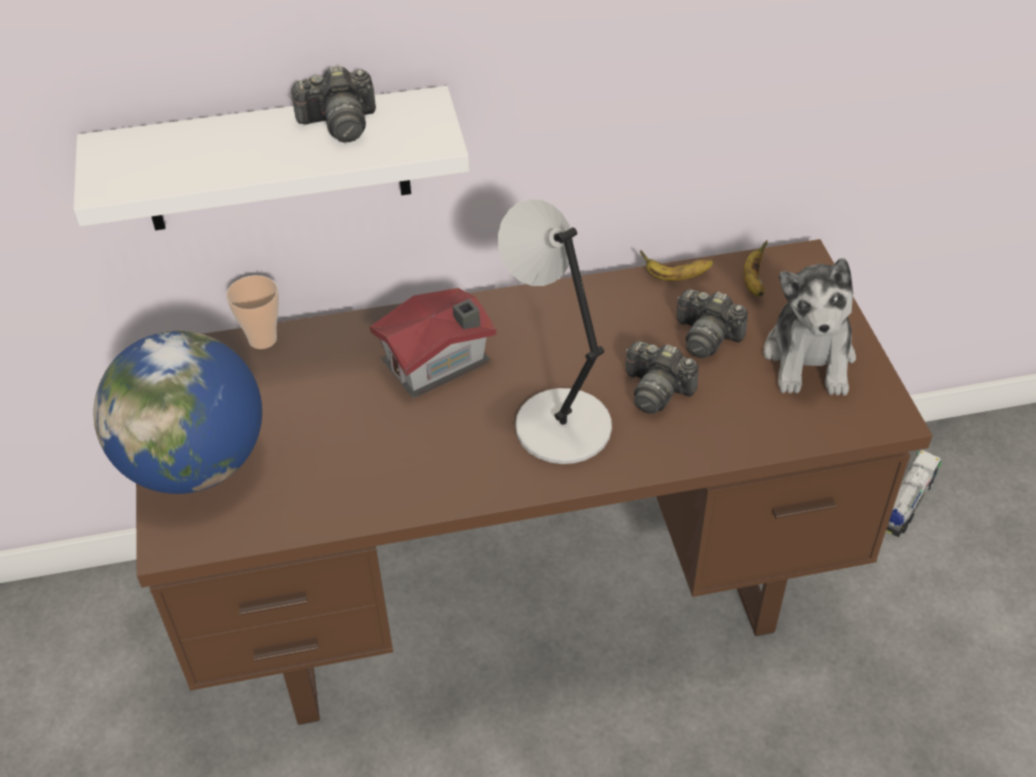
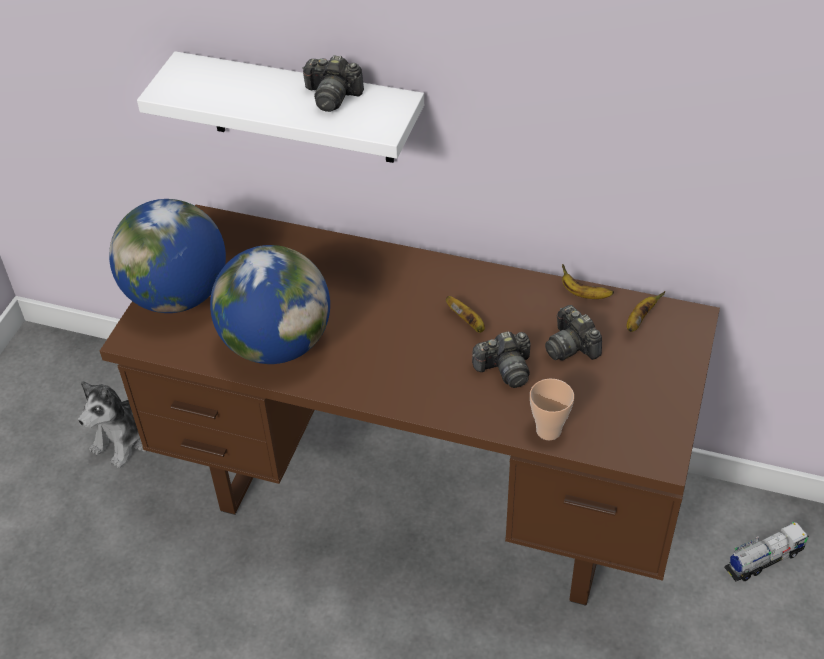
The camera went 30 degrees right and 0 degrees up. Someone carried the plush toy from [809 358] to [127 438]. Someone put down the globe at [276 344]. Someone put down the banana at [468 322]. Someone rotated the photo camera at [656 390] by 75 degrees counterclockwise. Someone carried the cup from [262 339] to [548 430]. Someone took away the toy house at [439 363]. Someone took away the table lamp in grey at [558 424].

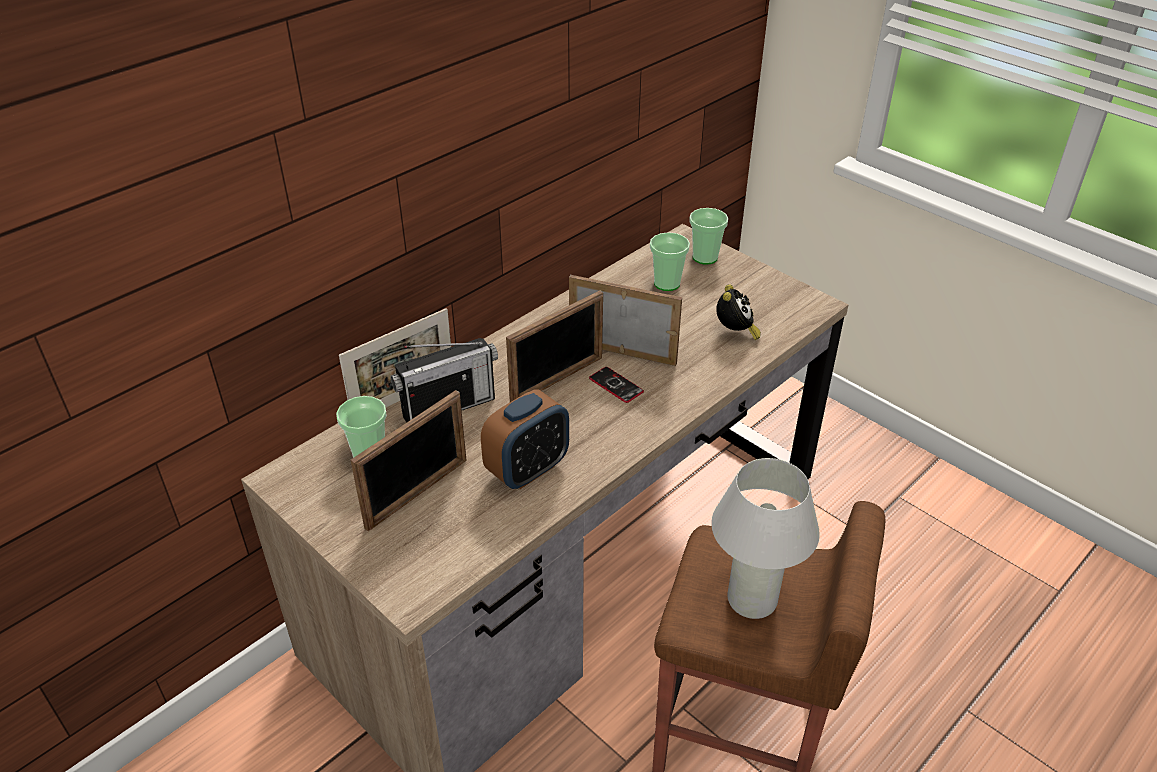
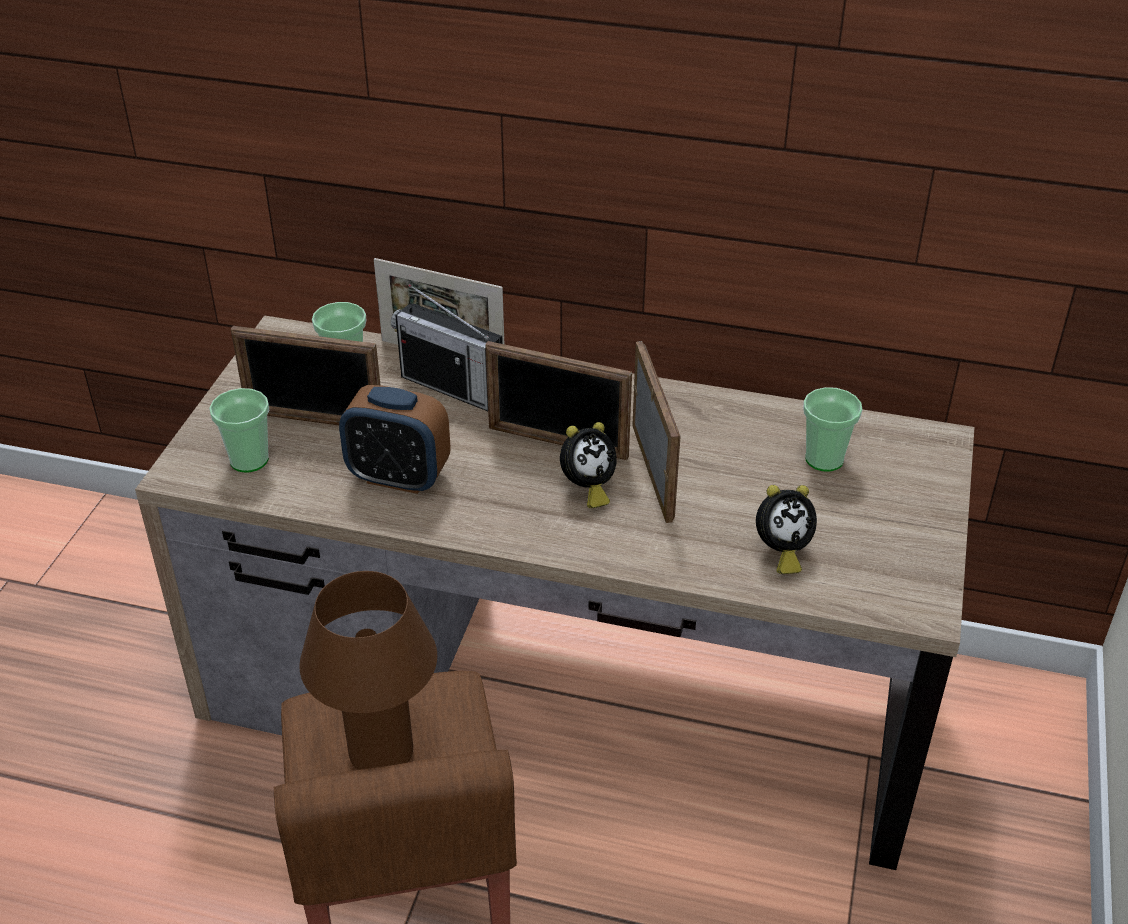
The camera went 60 degrees right and 0 degrees up. Someone carried the cup from [705 257] to [249 460]. Someone repainted the table lamp in white at [752 600], which became the table lamp in brown at [381 753]. Someone swapped the phone at [616 385] for the alarm clock at [587 489].

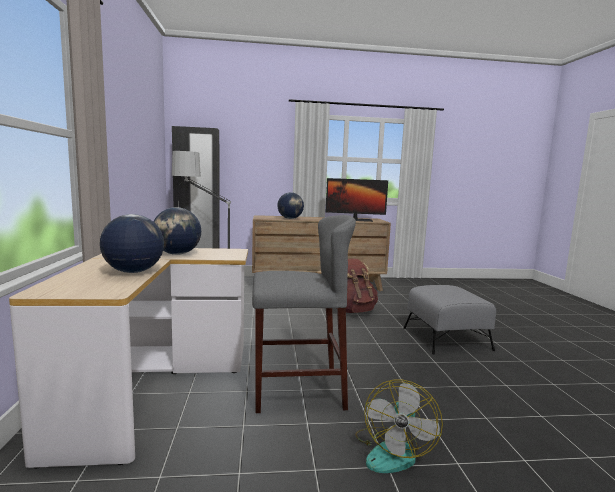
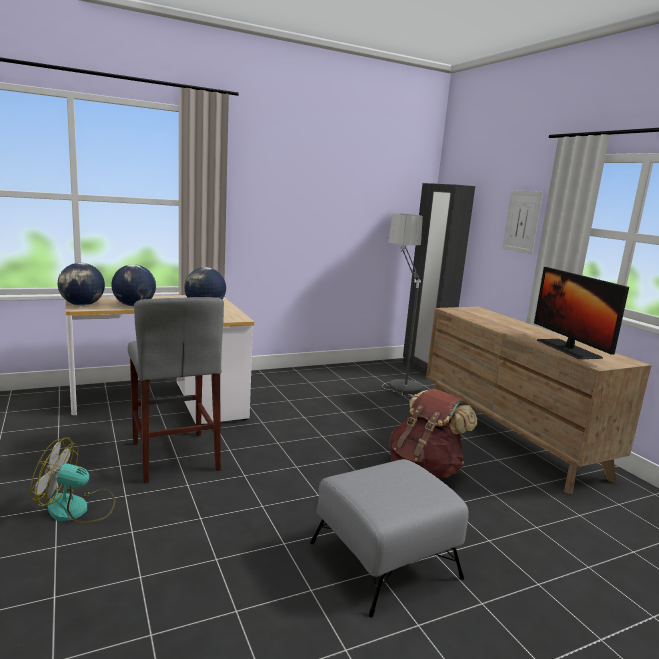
The camera went 70 degrees right and 5 degrees up. Someone carried the globe from [290 218] to [82 305]. Someone put up the picture at [522 221].

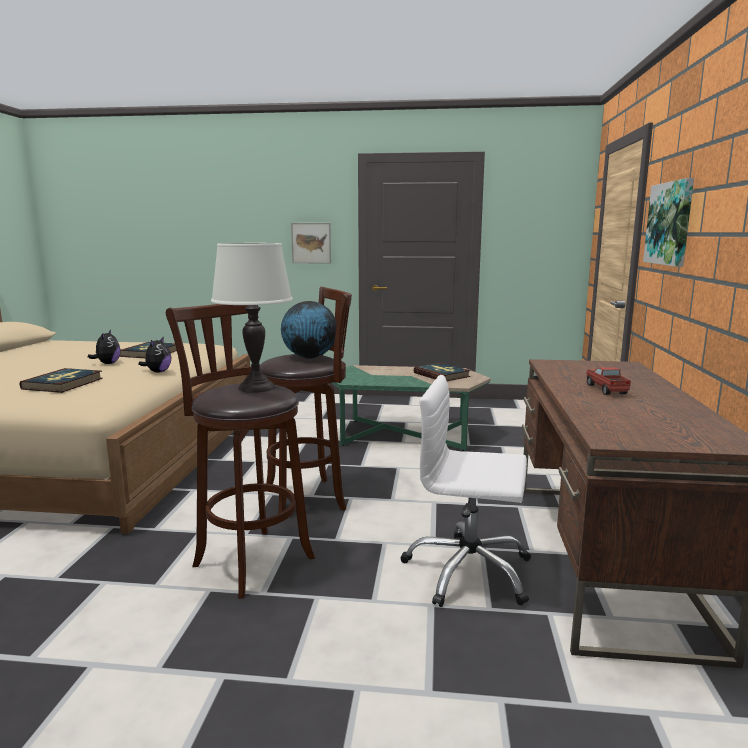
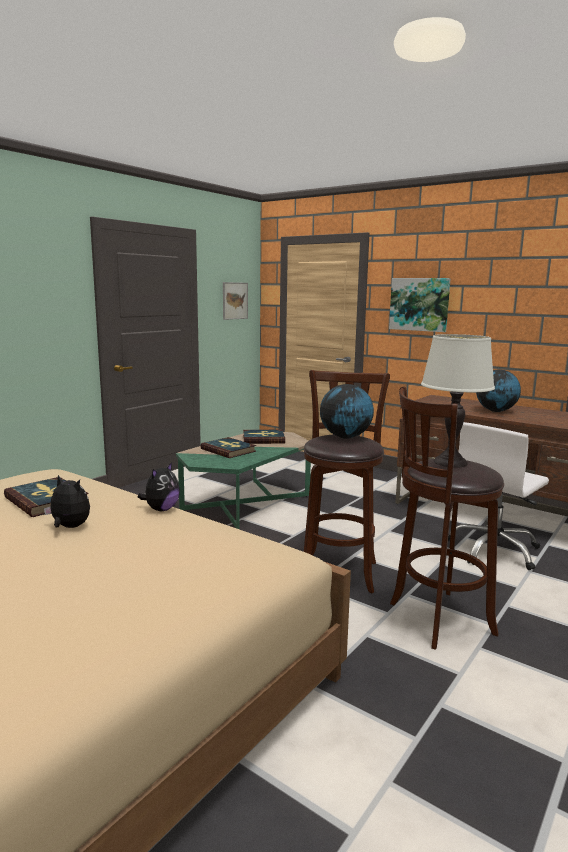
The camera went 60 degrees left and 0 degrees up. Someone rotated the plush toy at [158 372] by 75 degrees clockwise. Someone carried the book from [63 383] to [228 450]. Someone carried the picture from [311 243] to [235 300]. Someone swapped the toy truck at [606 390] for the globe at [496 411].

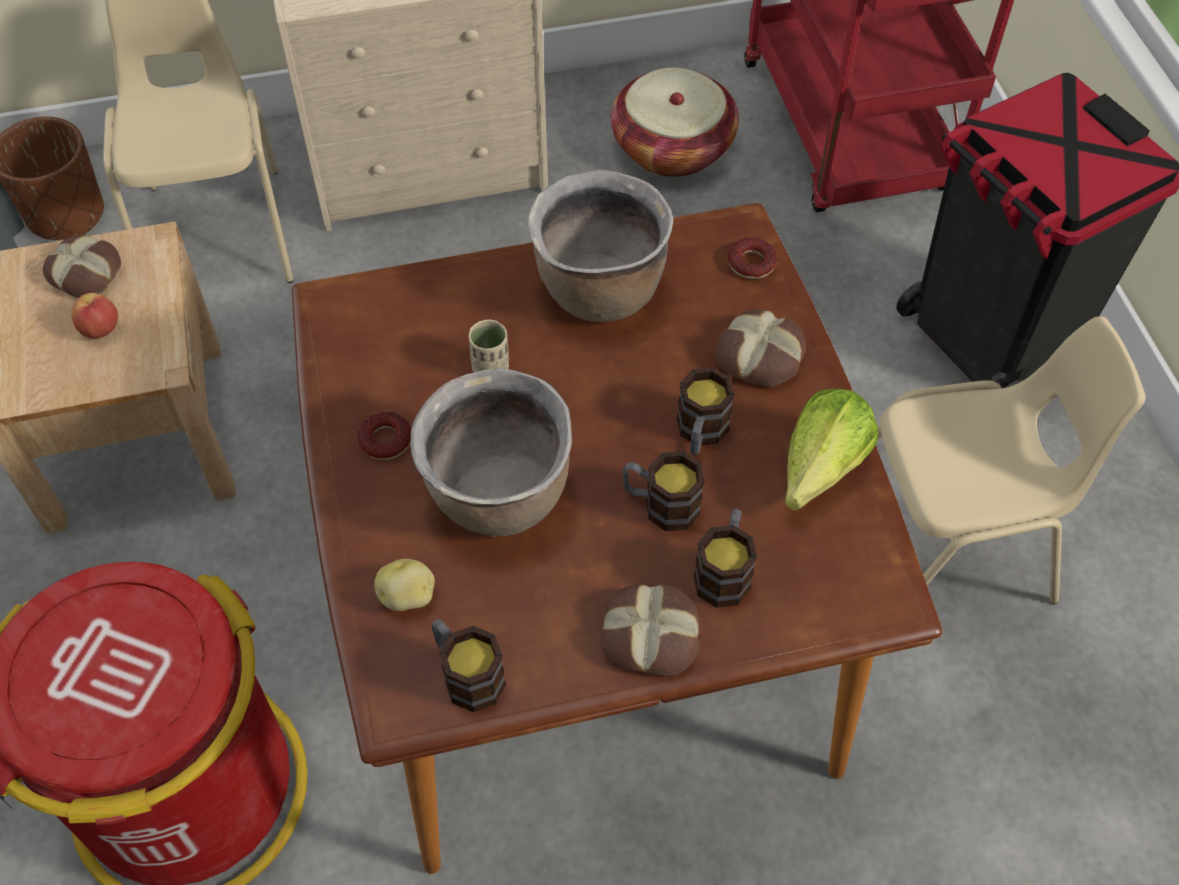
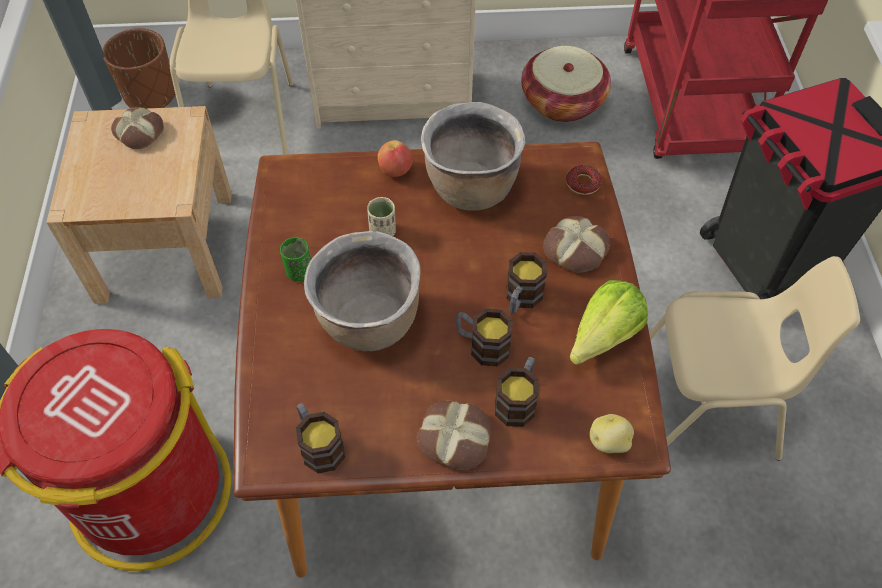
The camera went 10 degrees right and 0 degrees up. Someone swapped the donut at [386 440] for the cup in green at [299 272]. Someone carried the apple from [101 329] to [395 170]. Someone carried the potato from [408 597] to [609 442].

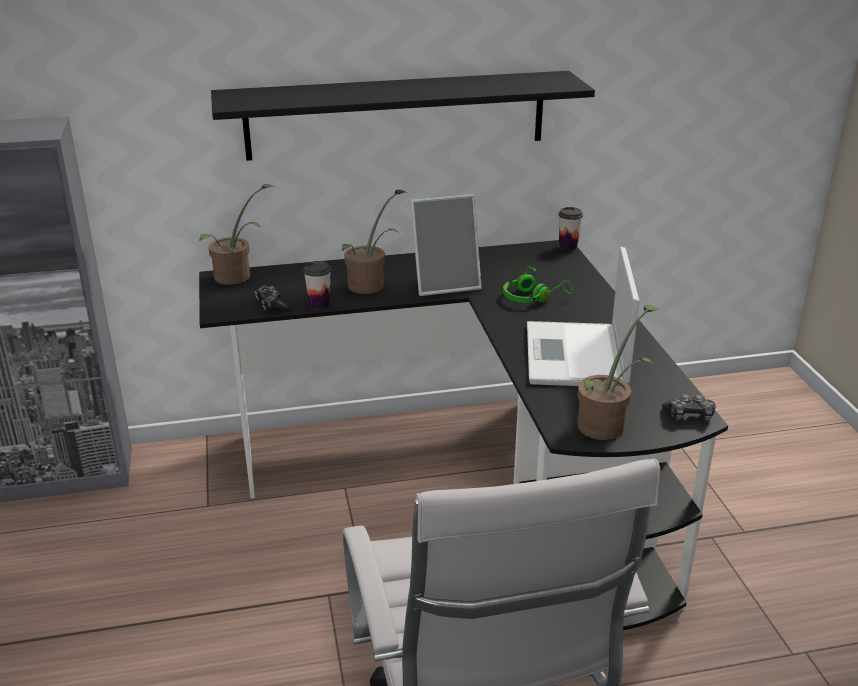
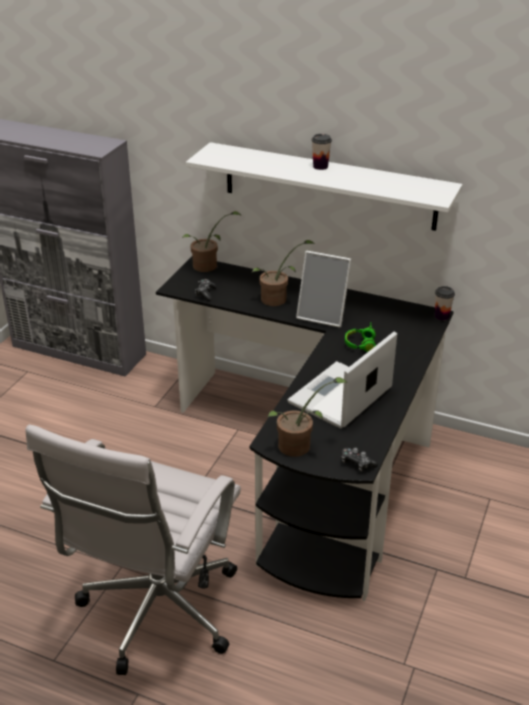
The camera went 35 degrees right and 5 degrees up. Someone repainted the shelf in black at [396 115], which became the shelf in white at [329 186]. Someone carried the cup from [319 304] to [320 166].

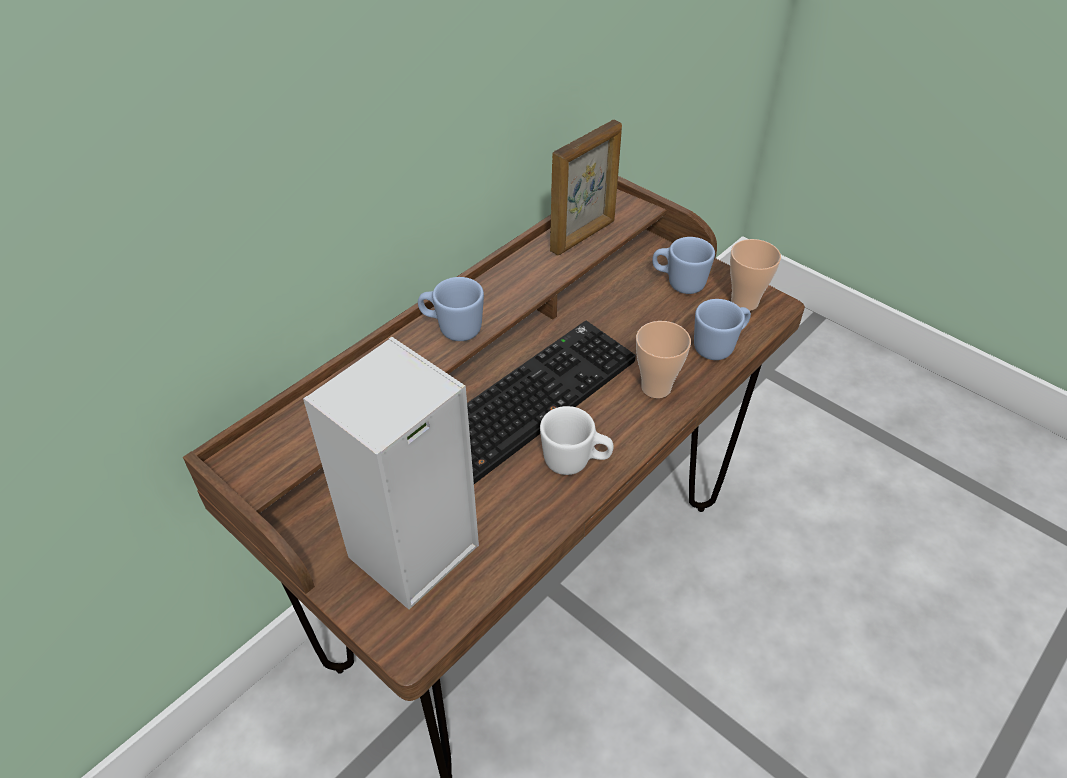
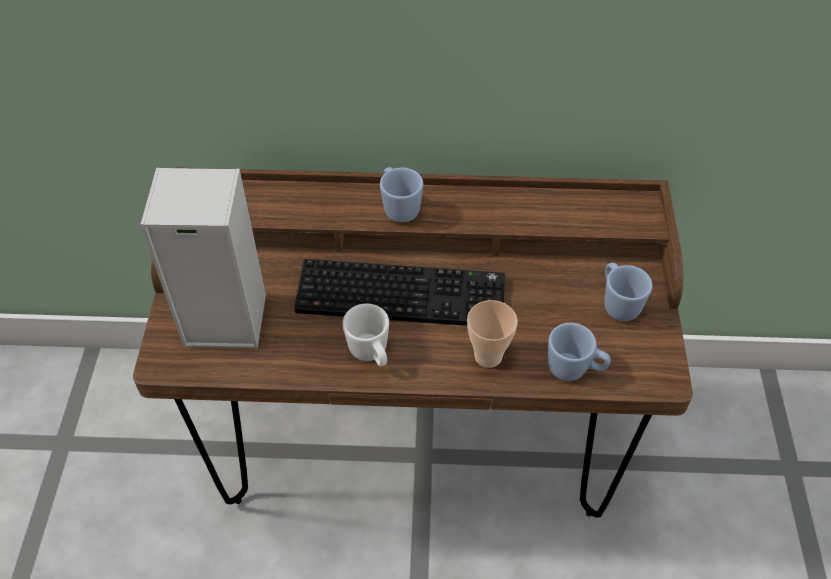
The camera went 50 degrees right and 5 degrees up. Someone took away the picture frame at [583 236]. Someone took away the cup at [744 302].

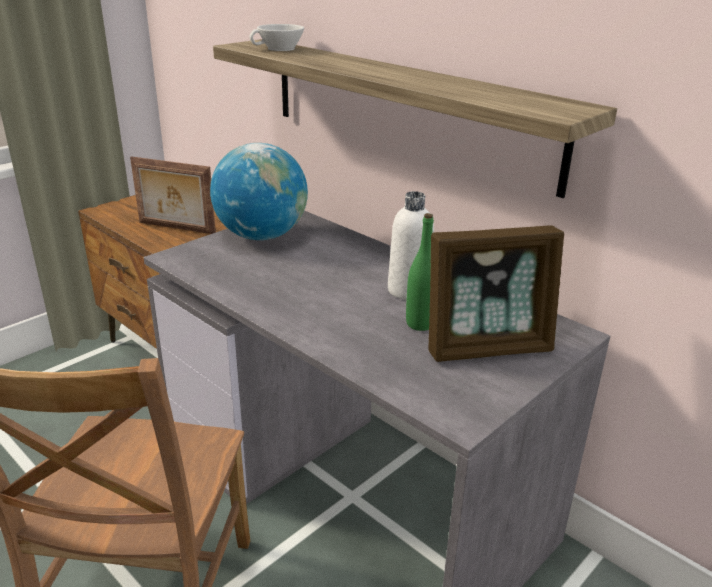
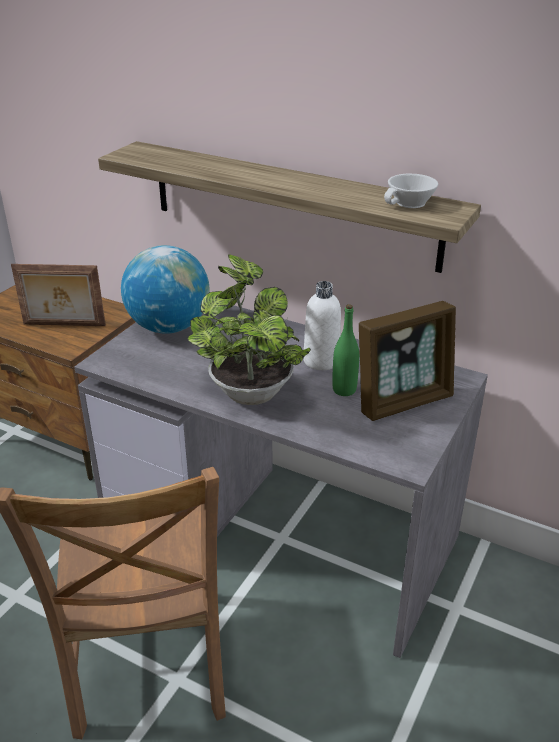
The camera went 15 degrees left and 5 degrees up. Someone put down the potted plant at [249 389]. Someone carried the cup in white from [280 49] to [410 203].

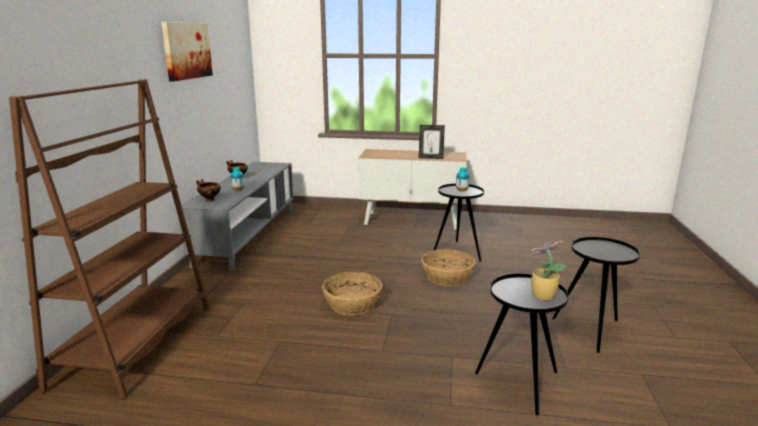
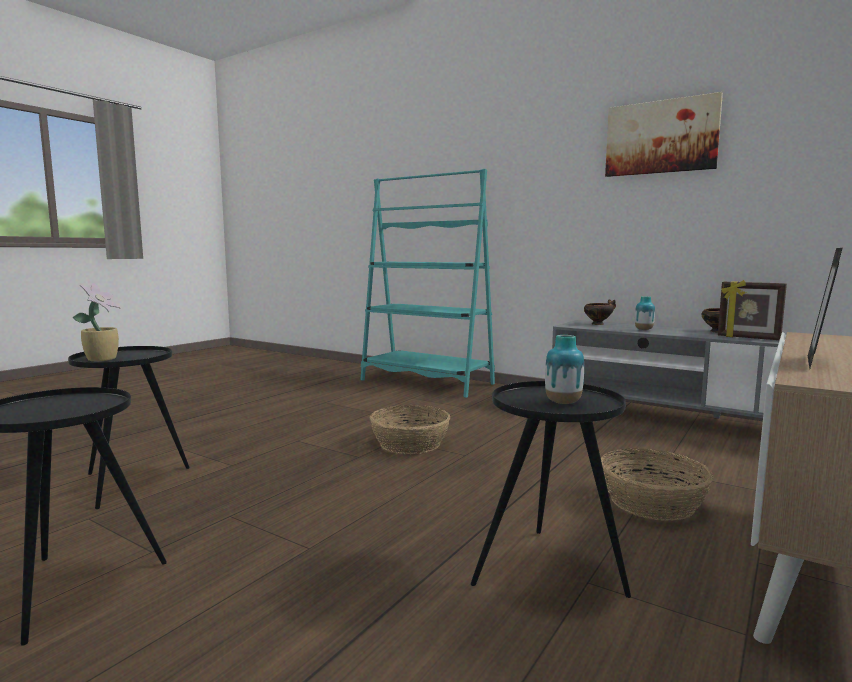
The camera went 115 degrees right and 10 degrees down. Someone repainted the bookcase in brown at [136 345], which became the bookcase in turquoise at [426 382]. Someone carried the basket from [447 277] to [652 503]. Someone put down the picture frame at [748 338].

